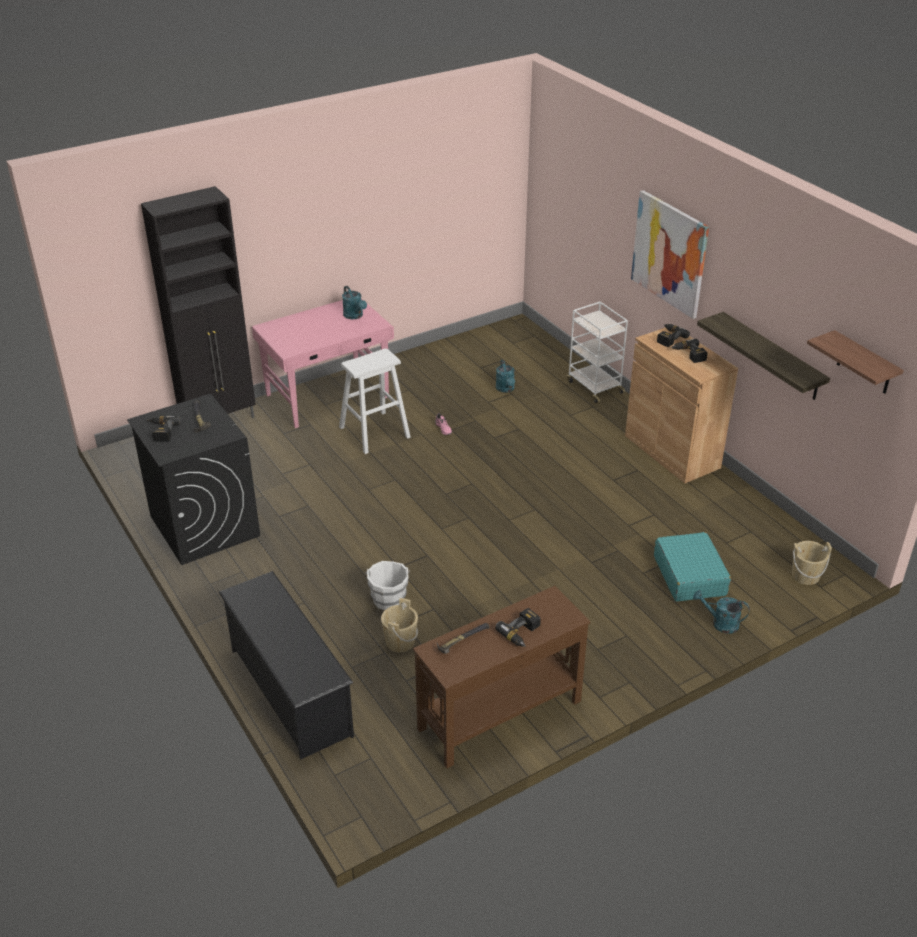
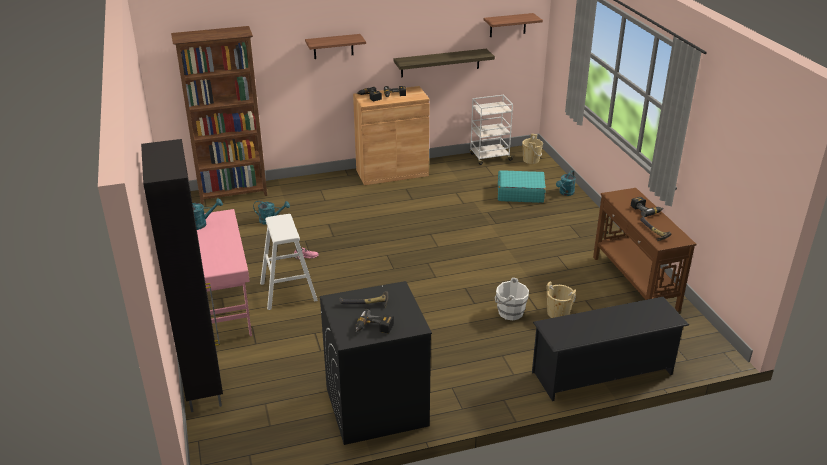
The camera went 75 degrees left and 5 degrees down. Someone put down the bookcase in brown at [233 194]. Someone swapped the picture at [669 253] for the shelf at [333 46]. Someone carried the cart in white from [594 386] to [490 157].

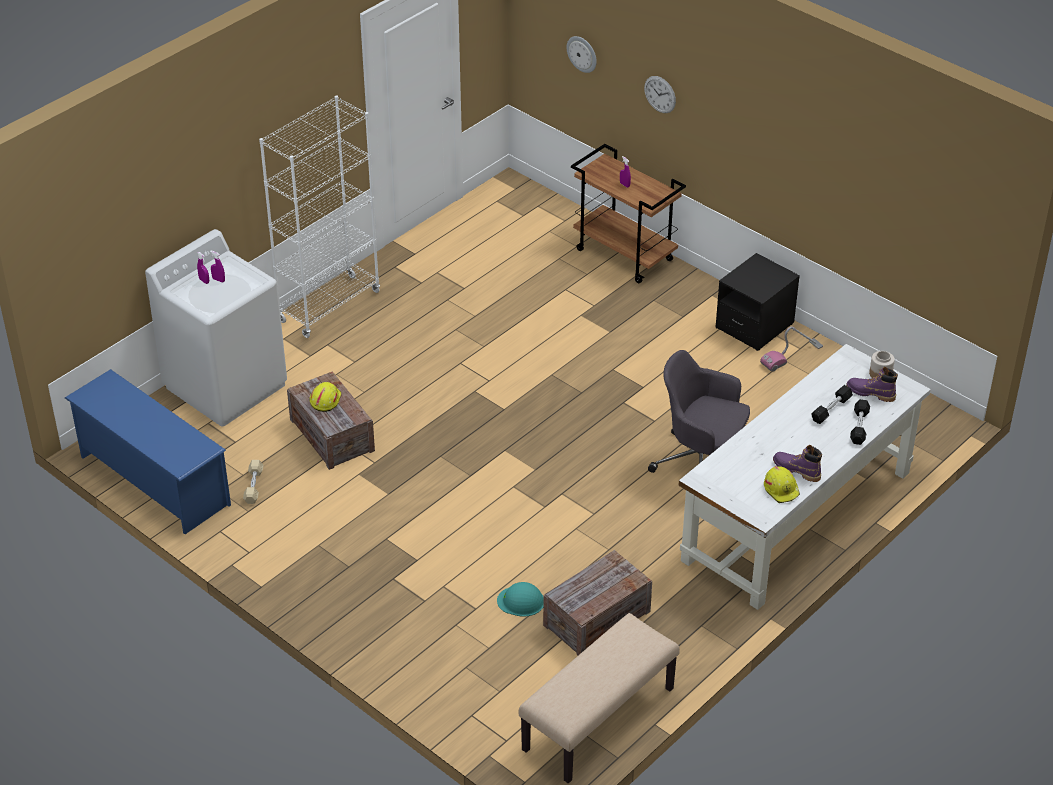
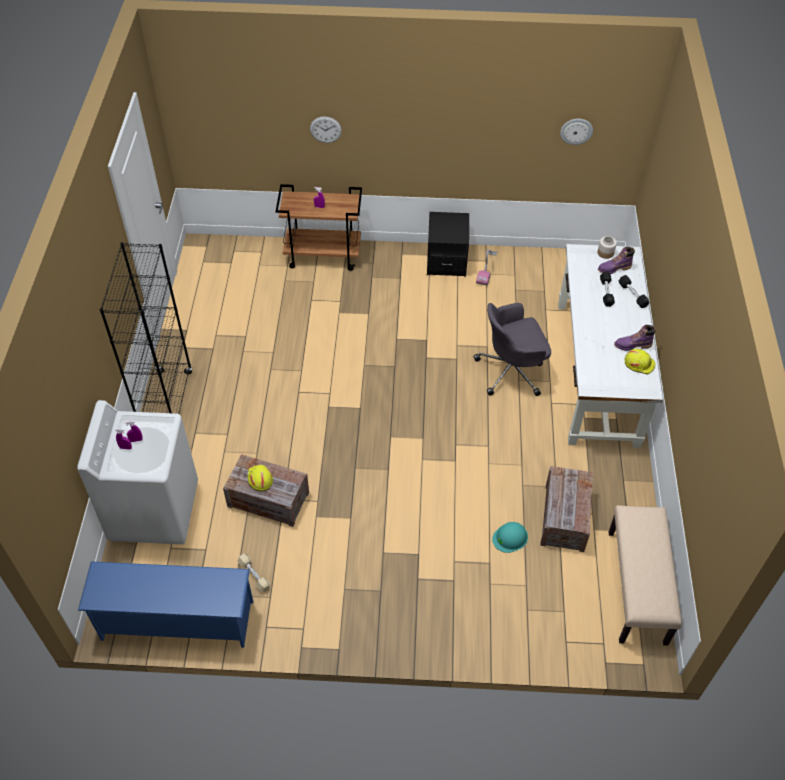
The camera went 40 degrees left and 10 degrees up. Someone repainted the bookcase in white at [329 306], which became the bookcase in black at [167 403]. Someone carried the wall clock from [582 53] to [576 131].

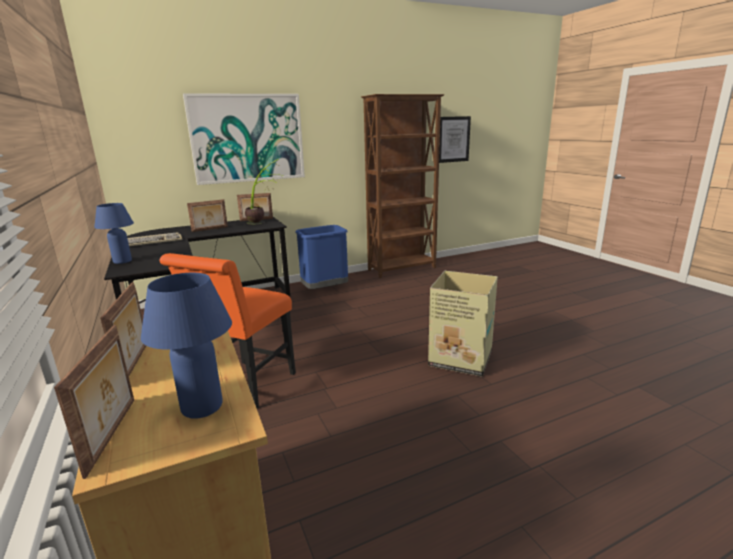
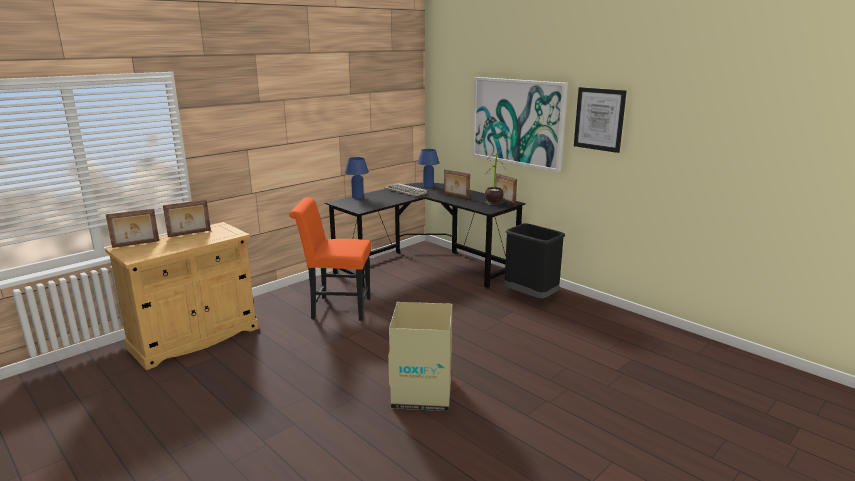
The camera went 70 degrees right and 0 degrees up. Someone carried the table lamp in blue from [202 407] to [428 186]. Someone repainted the trash can in blue at [325 290], which became the trash can in black at [531 297]. Someone carried the picture from [453 139] to [599 119]. Someone took away the bookcase in brown at [402 269].

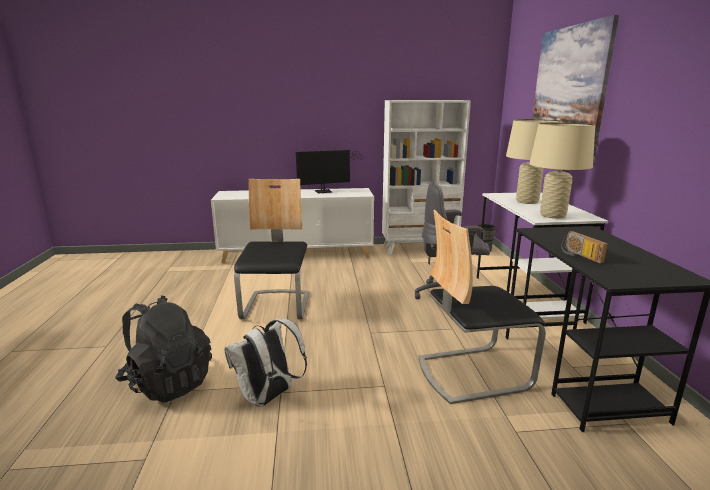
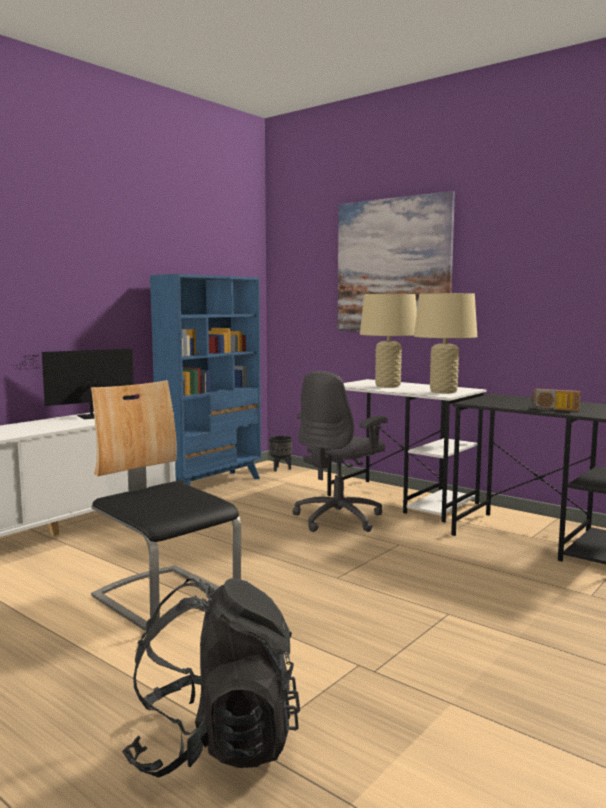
The camera went 45 degrees left and 10 degrees down. Someone rotated the monitor at [326 191] by 150 degrees counterclockwise. Someone repainted the bookcase in white at [420 249], which became the bookcase in blue at [212 485]. Someone took away the backpack in white at [268 398]. Someone took away the chair at [472 372].

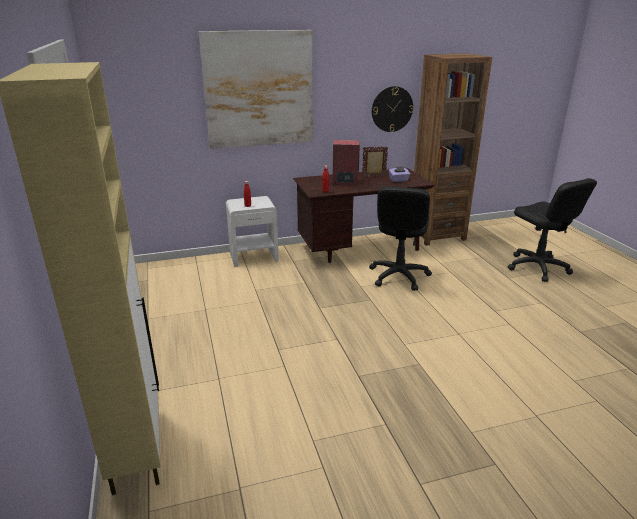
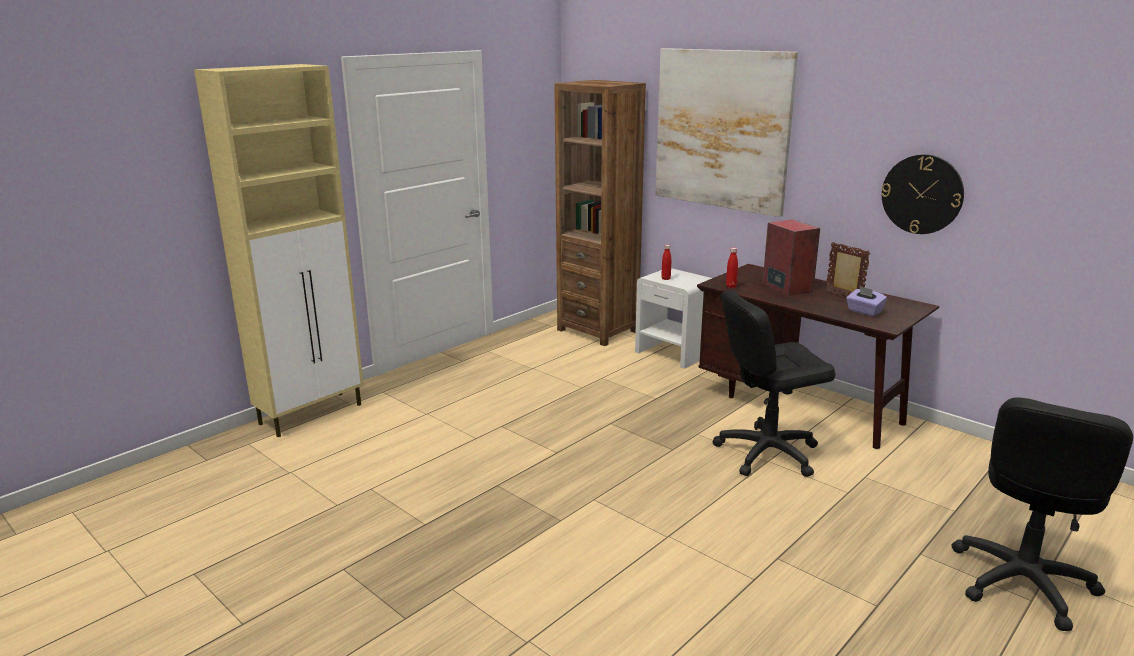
The camera went 60 degrees right and 5 degrees down. Someone carried the bookcase in brown from [437 235] to [598 330].

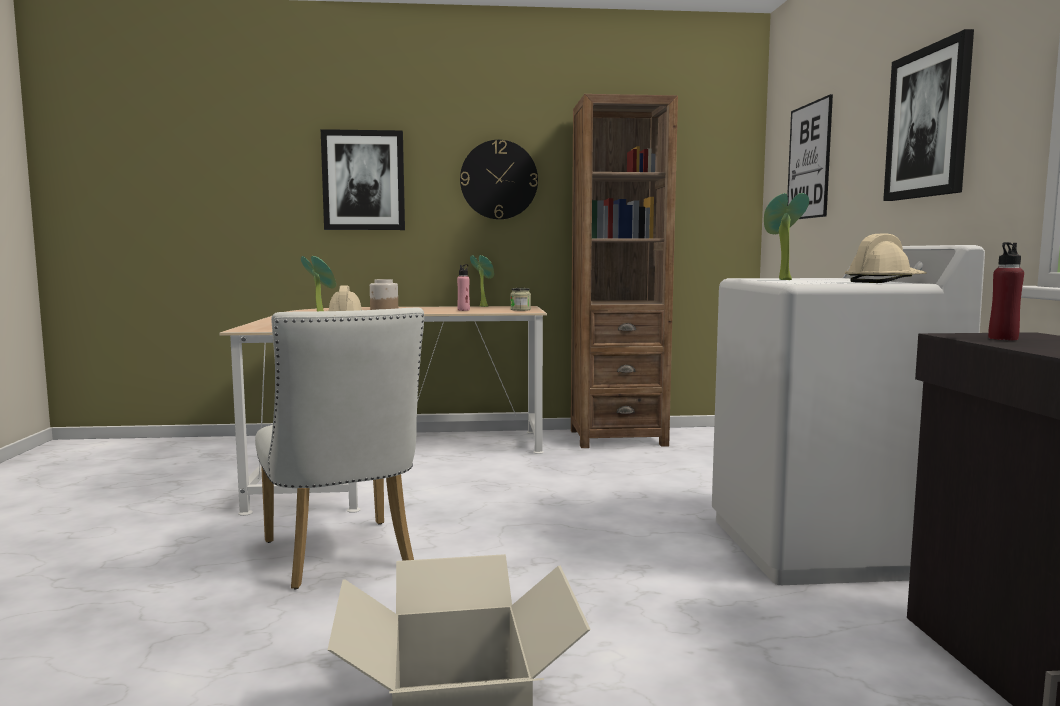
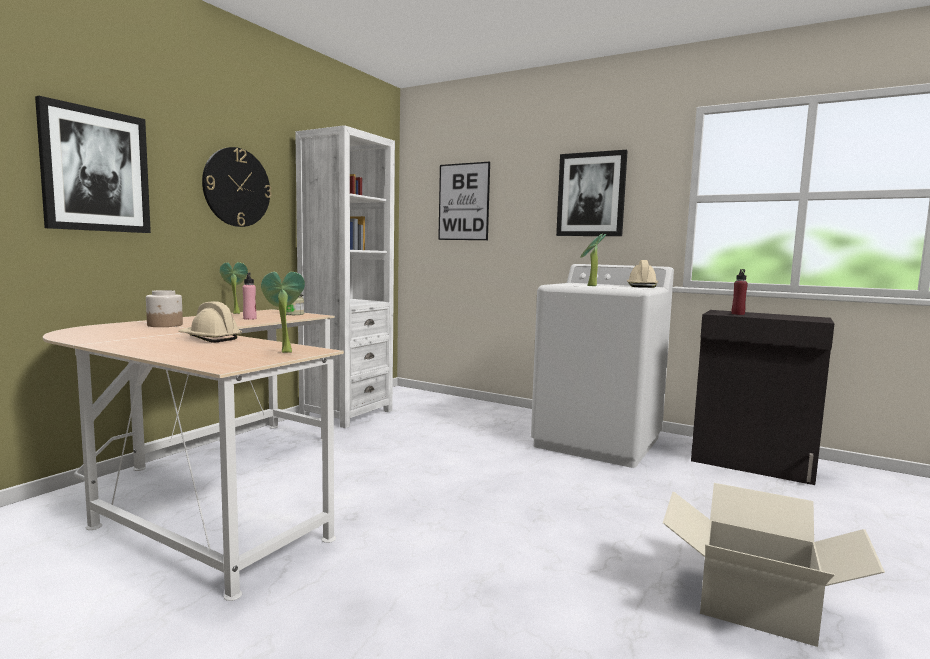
The camera went 55 degrees left and 0 degrees up. Someone repainted the bookcase in brown at [617 438], which became the bookcase in white at [346 414]. Someone took away the chair in white at [342 558].

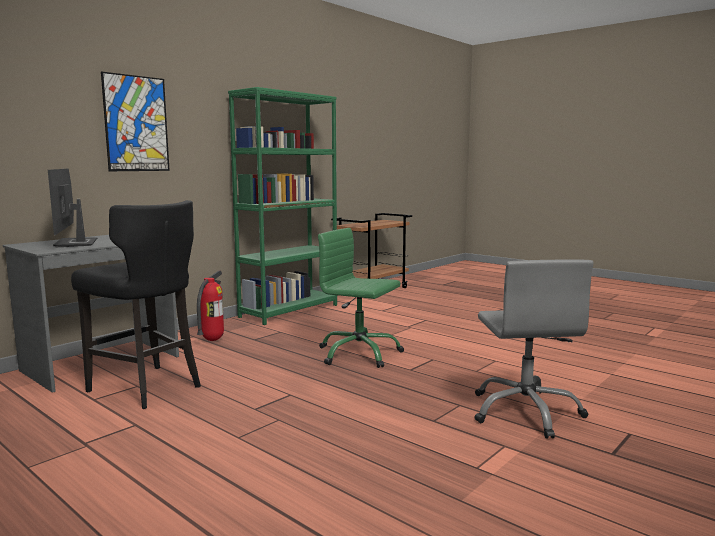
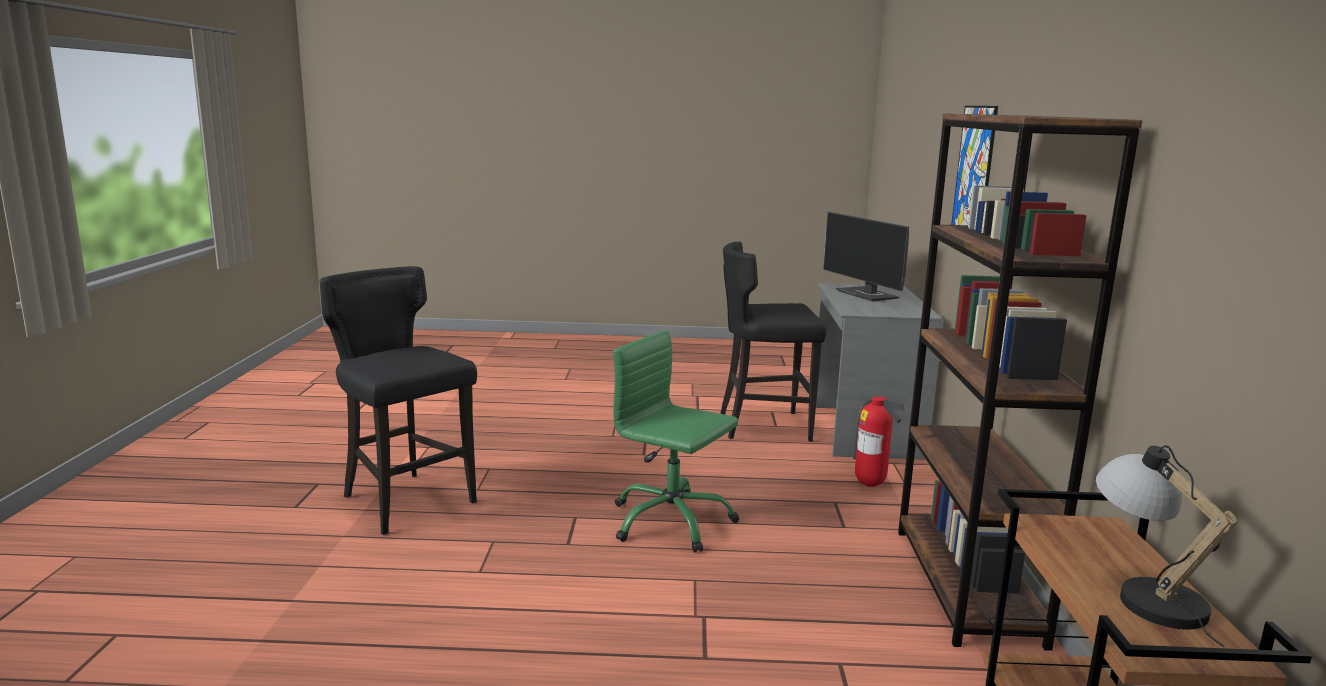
The camera went 140 degrees right and 5 degrees up. Someone swapped the office chair in grey at [525 412] for the stool in black at [406 501]. Someone rotated the office chair in green at [358 354] by 135 degrees counterclockwise. Someone rotated the monitor at [76 243] by 150 degrees counterclockwise. Someone repainted the bookcase in green at [289 311], which became the bookcase in brown at [966 585]. Someone put down the table lamp at [1145 594].

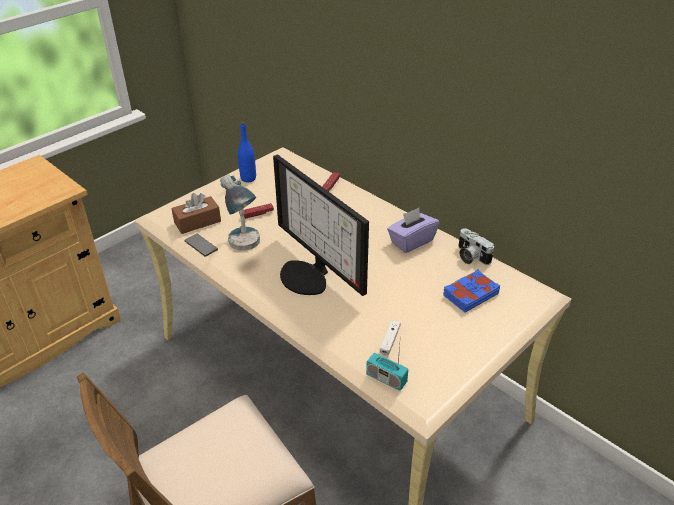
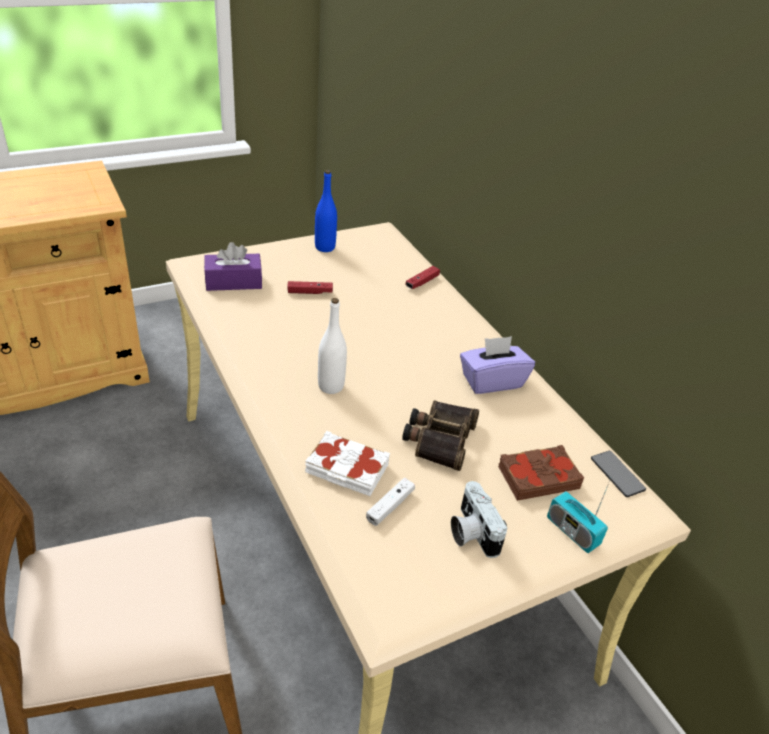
The camera went 15 degrees right and 0 degrees up. Someone repainted the tissue box in brown at [197 222], which became the tissue box in purple at [233 282]. Someone put down the book in white at [346 469]. Someone swapped the monitor at [309 276] for the bottle in white at [331 386]. Someone put down the binoculars at [439 438]. Someone carried the photo camera from [470 256] to [471 532]. Someone repainted the book in blue at [470 294], which became the book in brown at [537 477]. Someone carried the radio from [386 379] to [572 531]. Someone carried the phone from [201 245] to [617 474]. Someone took away the table lamp at [245 249].

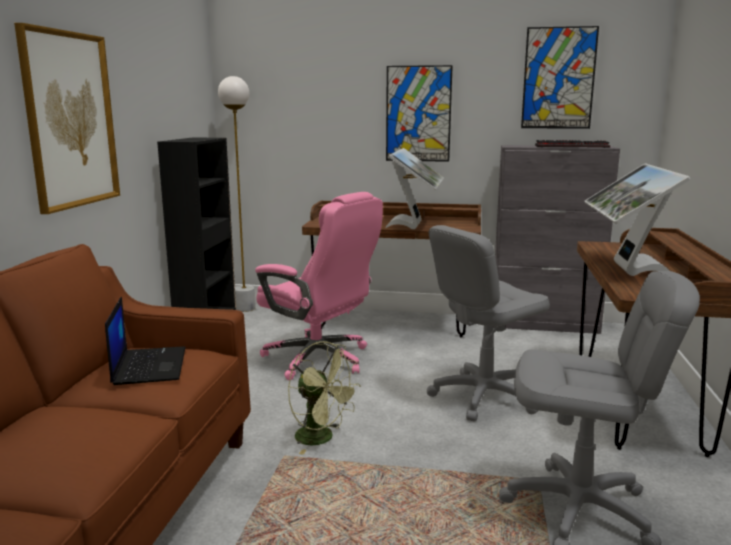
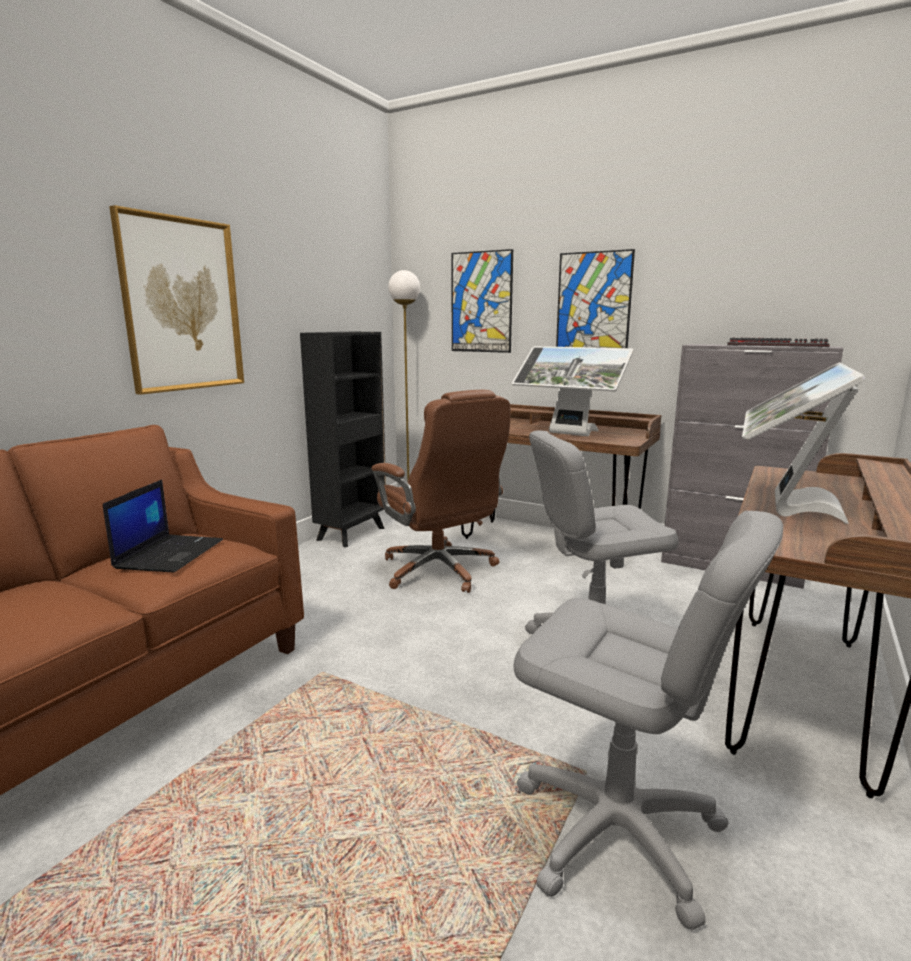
The camera went 20 degrees right and 0 degrees up. Someone repainted the office chair in pink at [319 359], which became the office chair in brown at [440 571]. Someone carried the picture from [558 78] to [481 302]. Someone rotated the monitor at [415 225] by 90 degrees clockwise. Someone took away the fan in green at [322 438].

